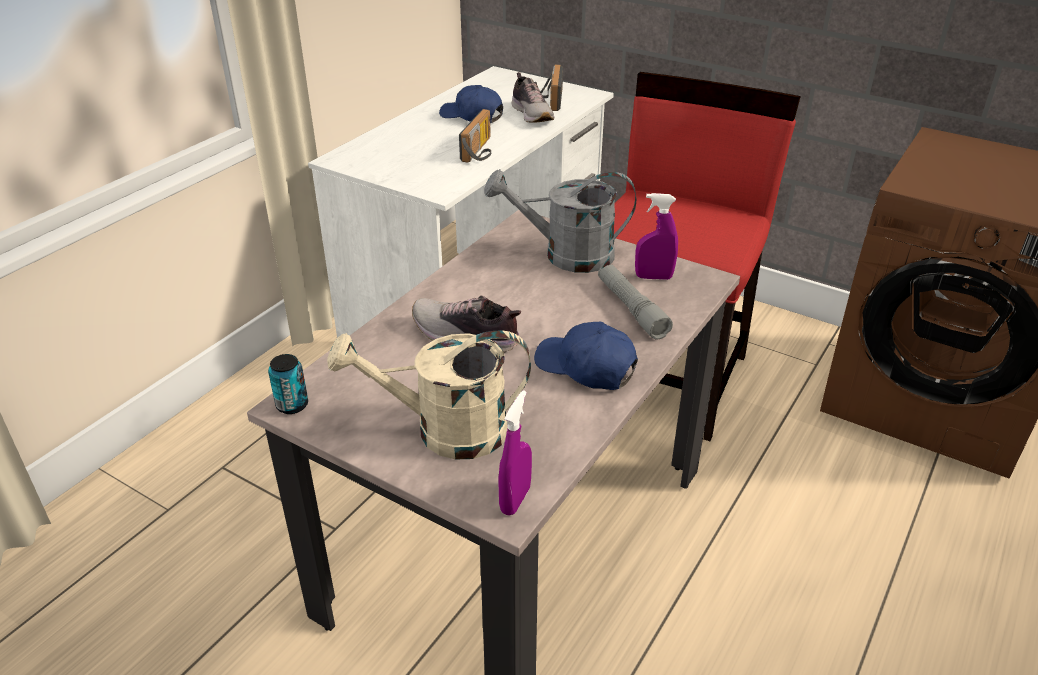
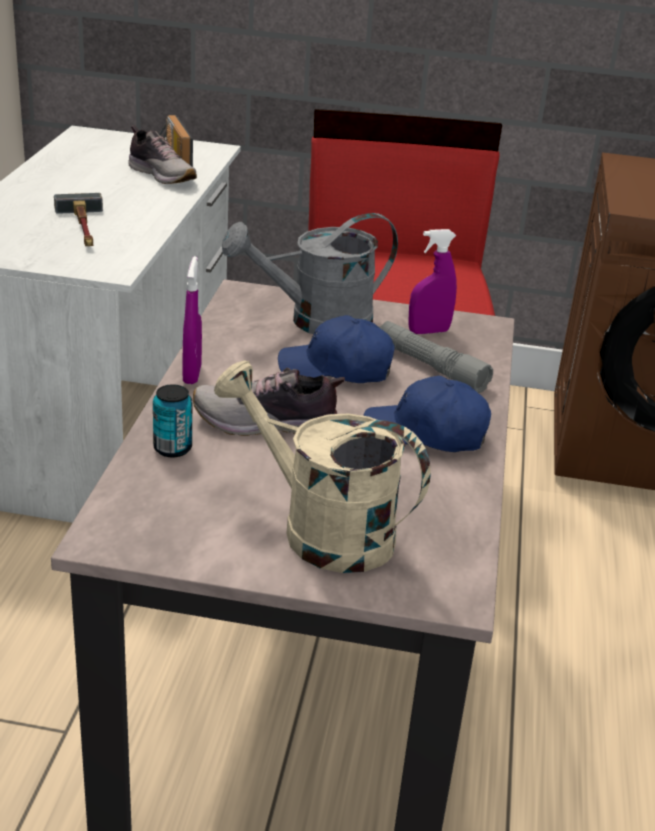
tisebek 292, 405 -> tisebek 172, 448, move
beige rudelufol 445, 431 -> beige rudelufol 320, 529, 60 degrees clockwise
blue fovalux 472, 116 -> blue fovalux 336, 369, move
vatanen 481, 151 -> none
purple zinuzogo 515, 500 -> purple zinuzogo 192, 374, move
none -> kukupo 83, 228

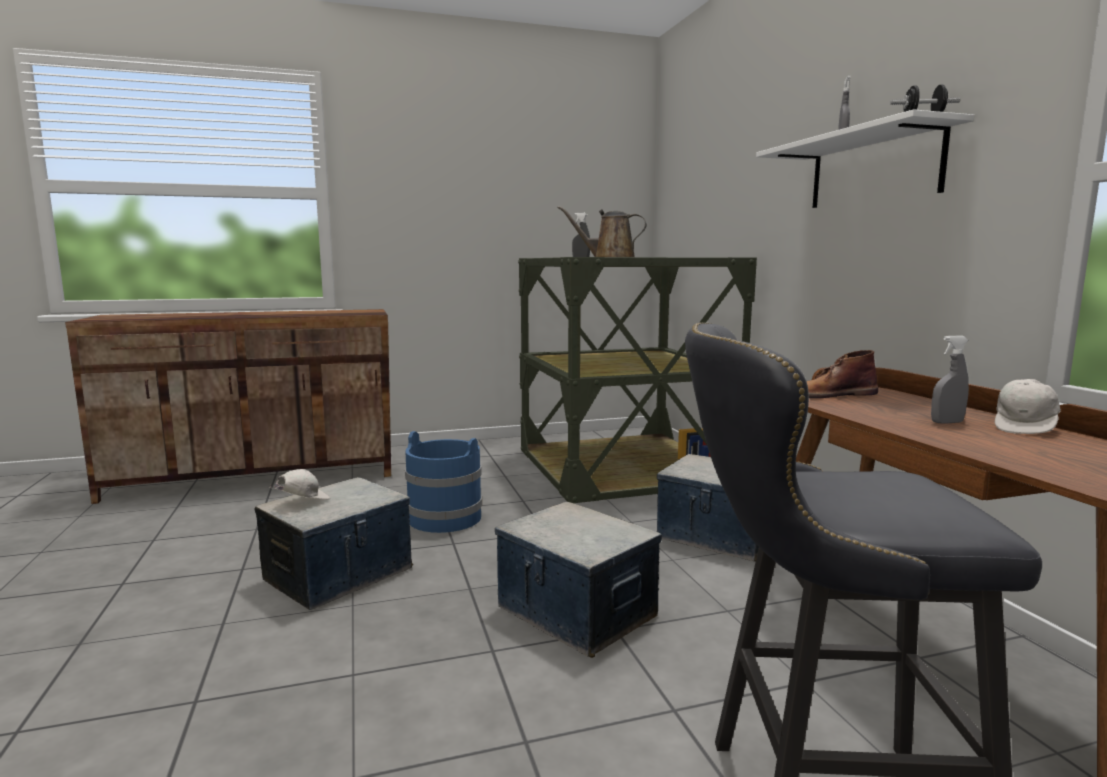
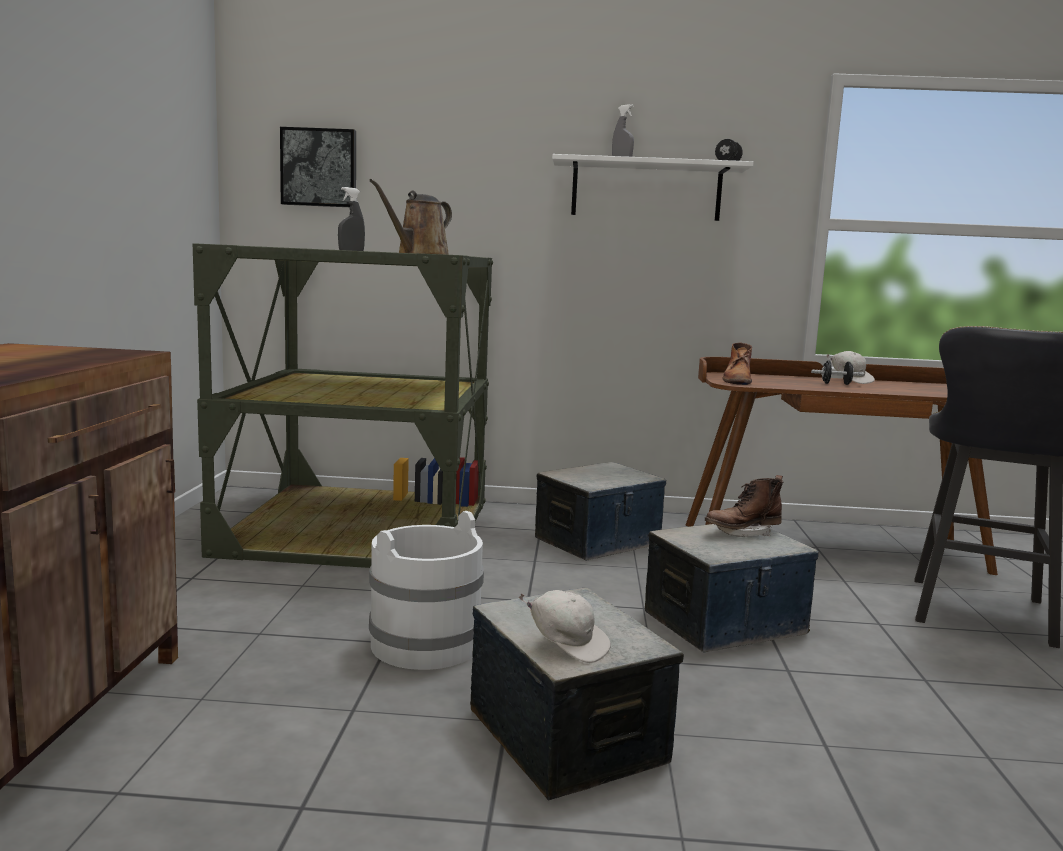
white fovalux 302, 502 -> white fovalux 567, 646, 150 degrees clockwise
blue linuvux 445, 518 -> white linuvux 425, 644
grey zinuzogo 947, 422 -> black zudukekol 836, 384
none -> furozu 319, 168
none -> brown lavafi 742, 533

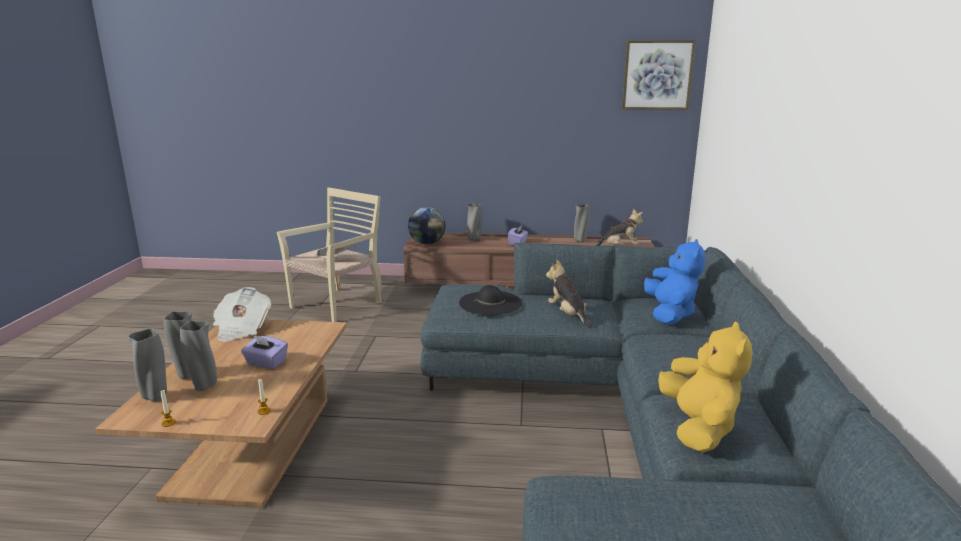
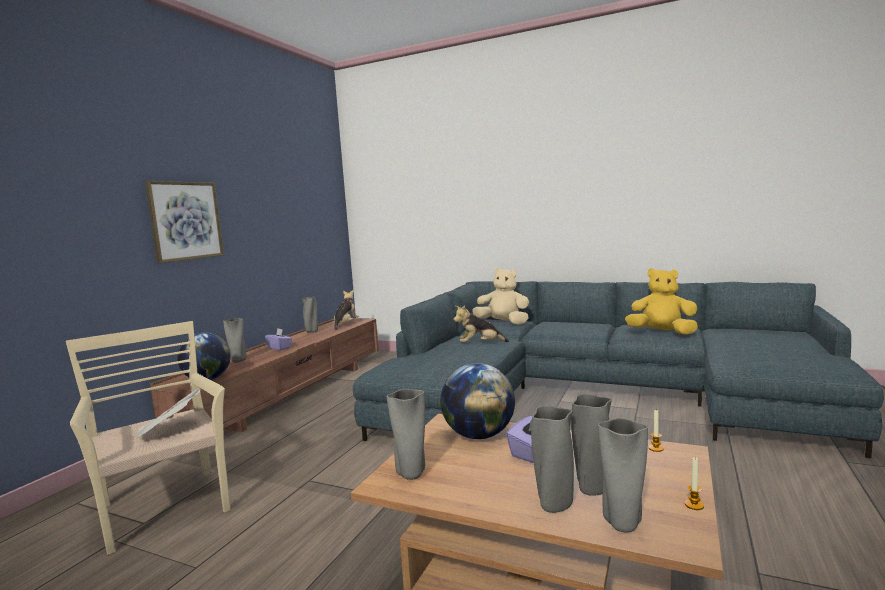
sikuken 241, 329 -> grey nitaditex 411, 474
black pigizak 490, 303 -> none
furozu 657, 75 -> furozu 185, 221, move
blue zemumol 670, 314 -> beige zemumol 503, 323
none -> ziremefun 478, 435

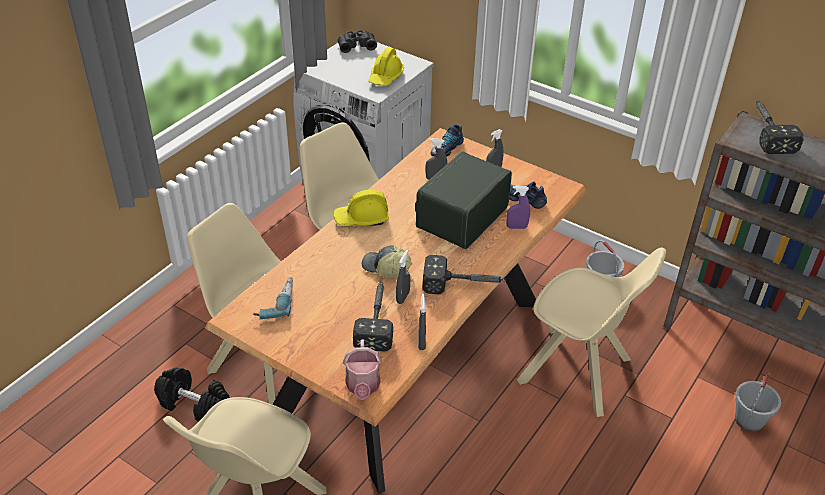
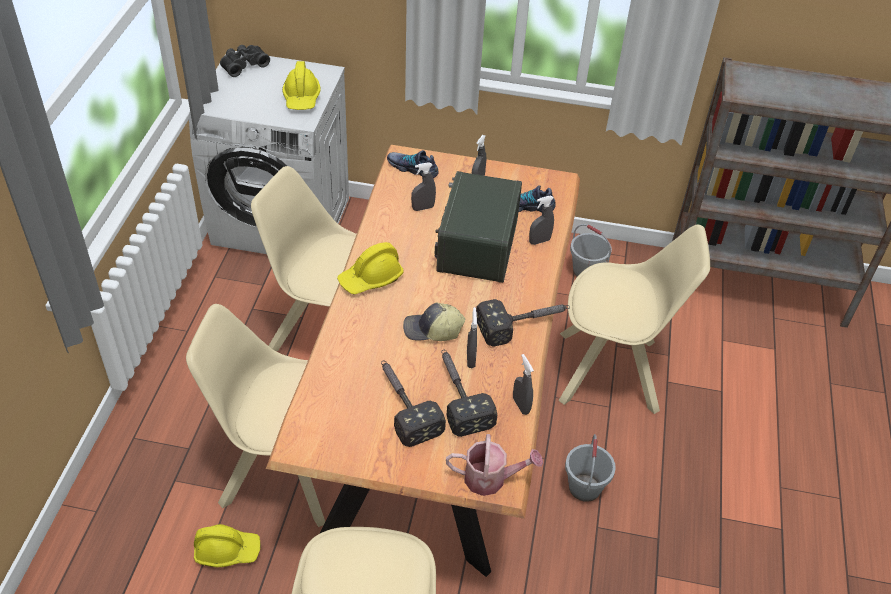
black zudukekol 194, 404 -> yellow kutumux 227, 550
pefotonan 275, 302 -> none
rudelufol 363, 387 -> rudelufol 491, 478, 60 degrees counterclockwise
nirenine 446, 149 -> nirenine 413, 168, 105 degrees clockwise
purple zinuzogo 516, 227 -> grey zinuzogo 539, 241
grey linuvux 748, 420 -> grey linuvux 584, 487, move
kukupo 767, 131 -> kukupo 403, 404, move

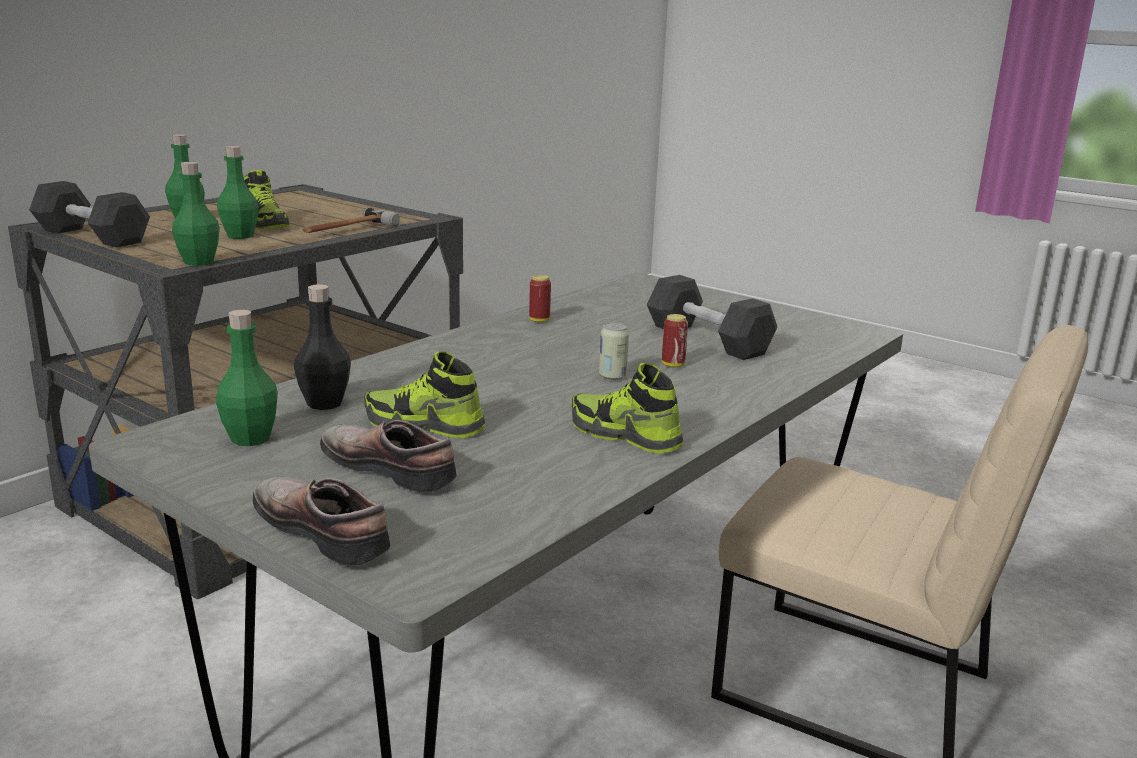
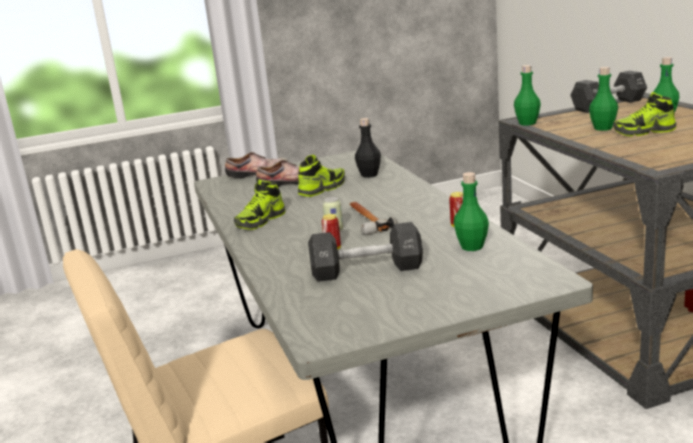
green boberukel 250, 438 -> green boberukel 472, 247, move
kukupo 348, 230 -> kukupo 366, 220, move
nirenine 624, 435 -> nirenine 261, 221, 150 degrees clockwise

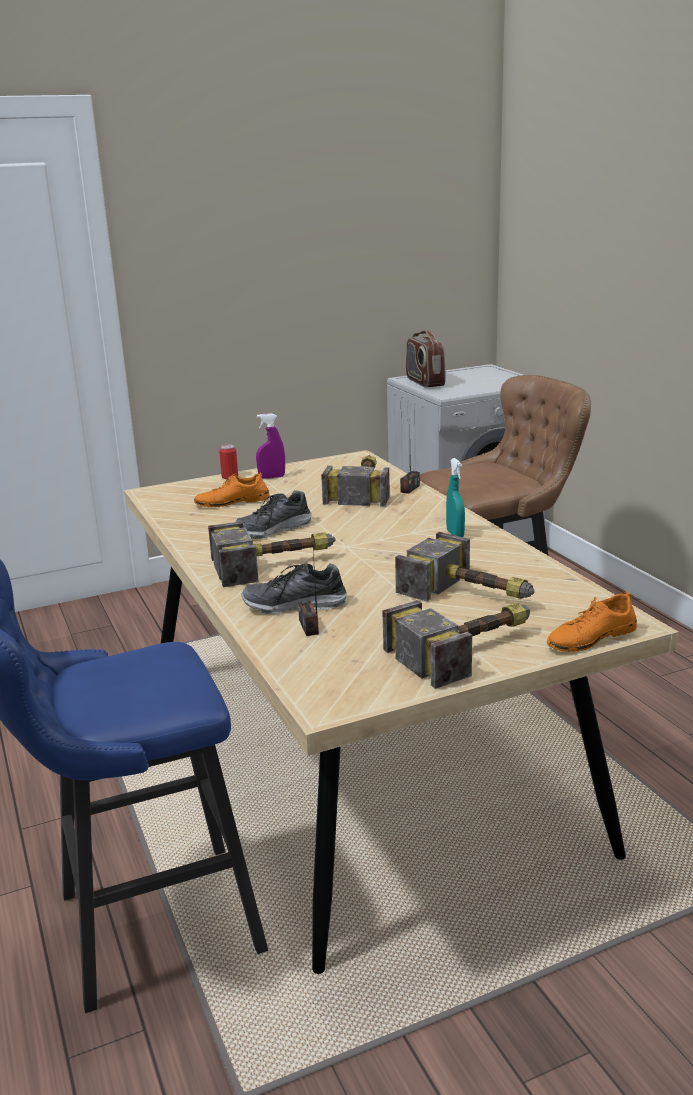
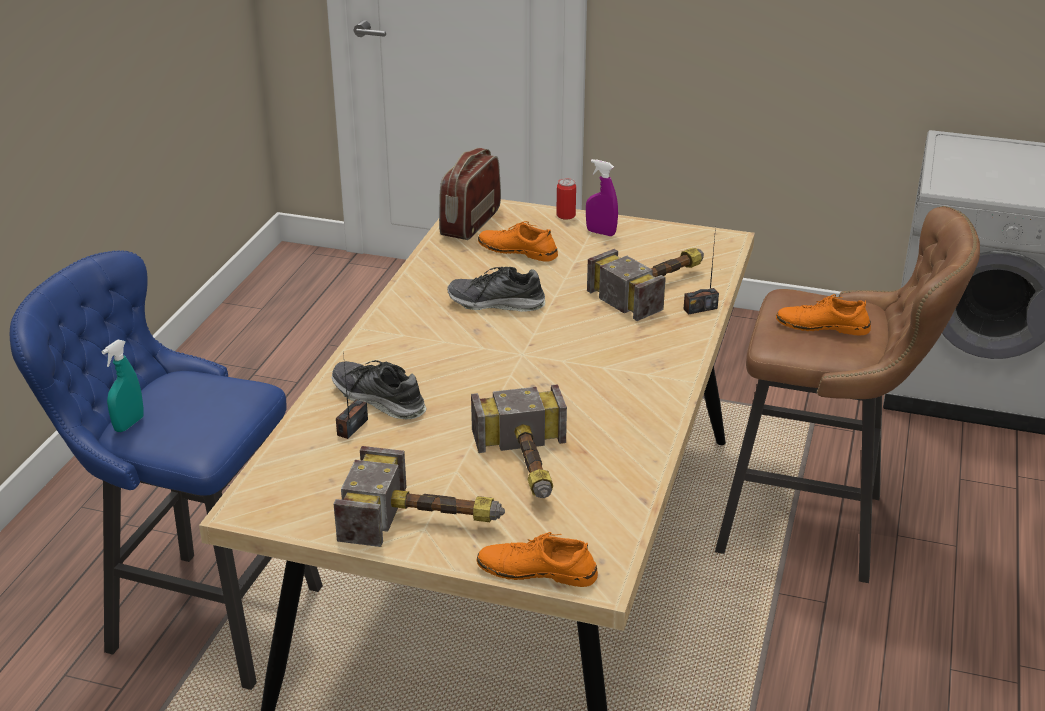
kukupo 277, 564 -> none
vatanen 424, 382 -> vatanen 470, 222, move
turquoise zinuzogo 455, 534 -> turquoise zinuzogo 129, 424, move
none -> orange nirenine 822, 326

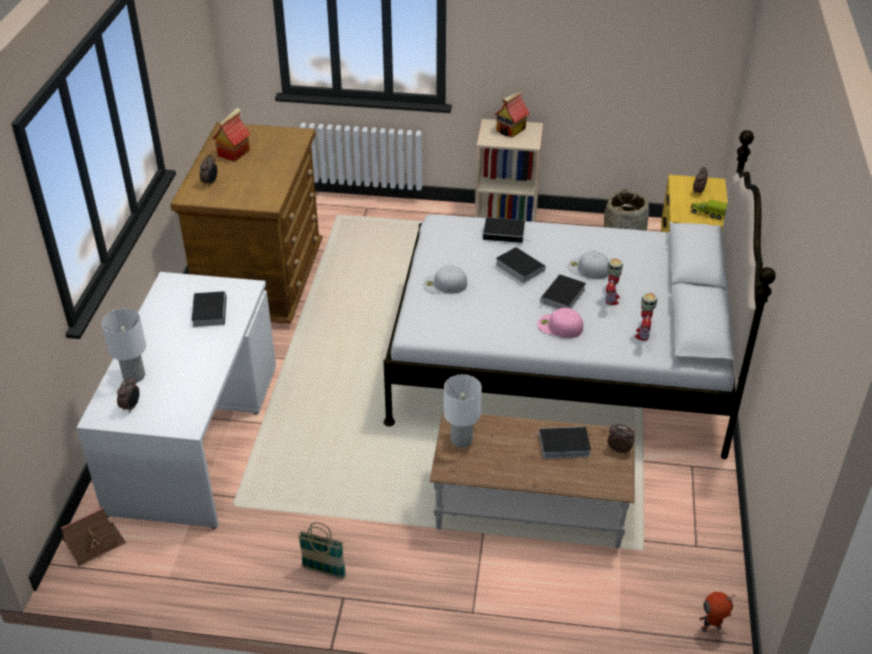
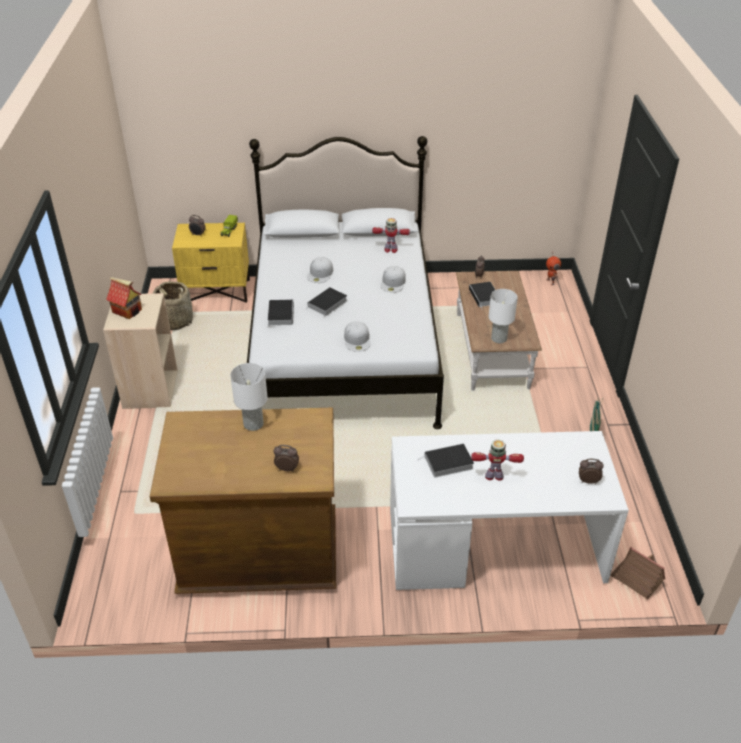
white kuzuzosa 133, 376 -> white kuzuzosa 253, 424, move
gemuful 233, 152 -> none
pink fovalux 559, 326 -> white fovalux 393, 283
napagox 562, 297 -> none
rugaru 611, 299 -> rugaru 494, 476, move

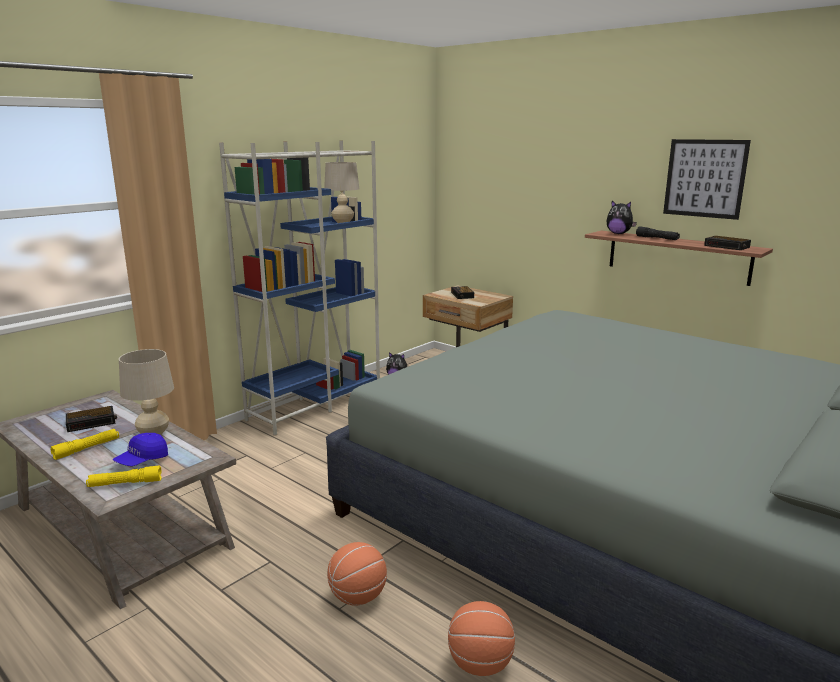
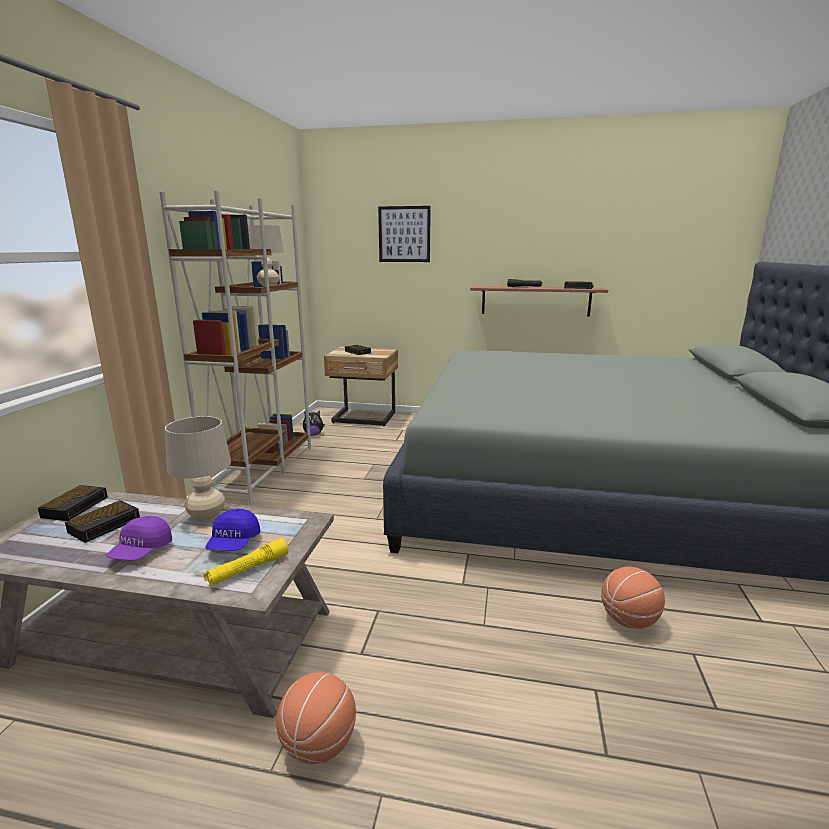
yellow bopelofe 87, 449 -> purple fovalux 141, 551
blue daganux 316, 405 -> brown daganux 263, 470
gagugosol 357, 597 -> gagugosol 318, 745, move
zemumol 618, 233 -> none
furozu 705, 178 -> furozu 404, 234, move
none -> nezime 76, 506

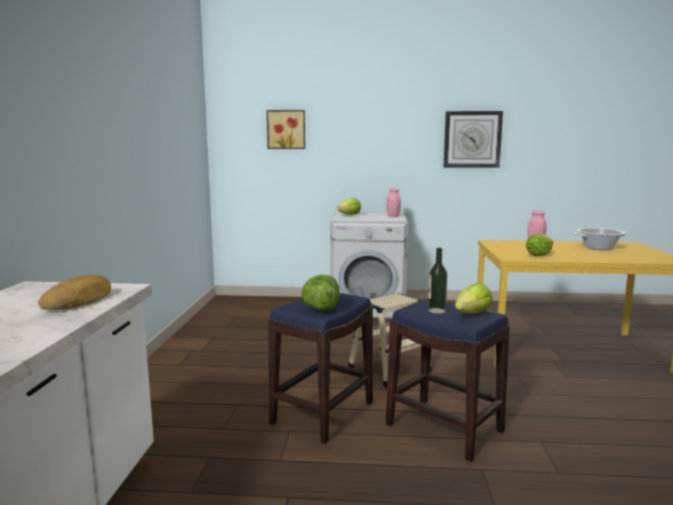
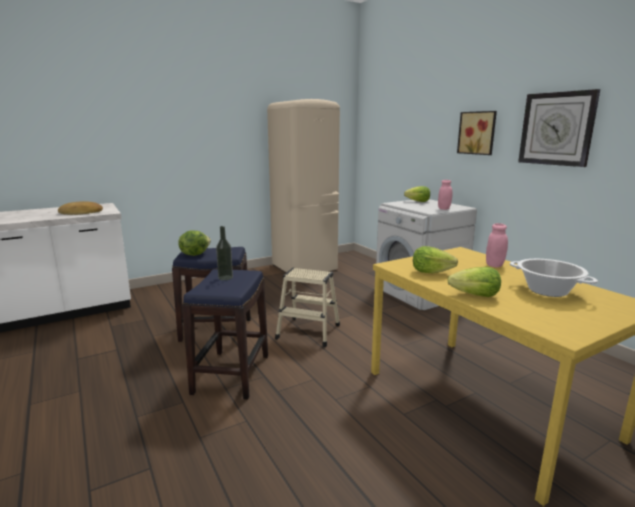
furozu 286, 129 -> furozu 477, 133, move
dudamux 472, 314 -> dudamux 475, 295, move
none -> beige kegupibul 306, 267

